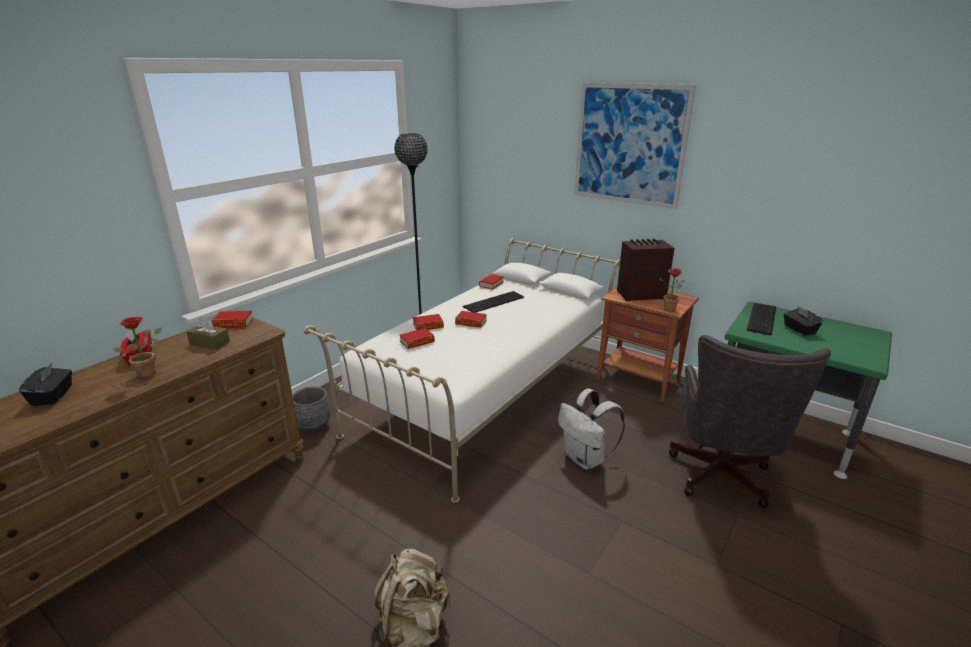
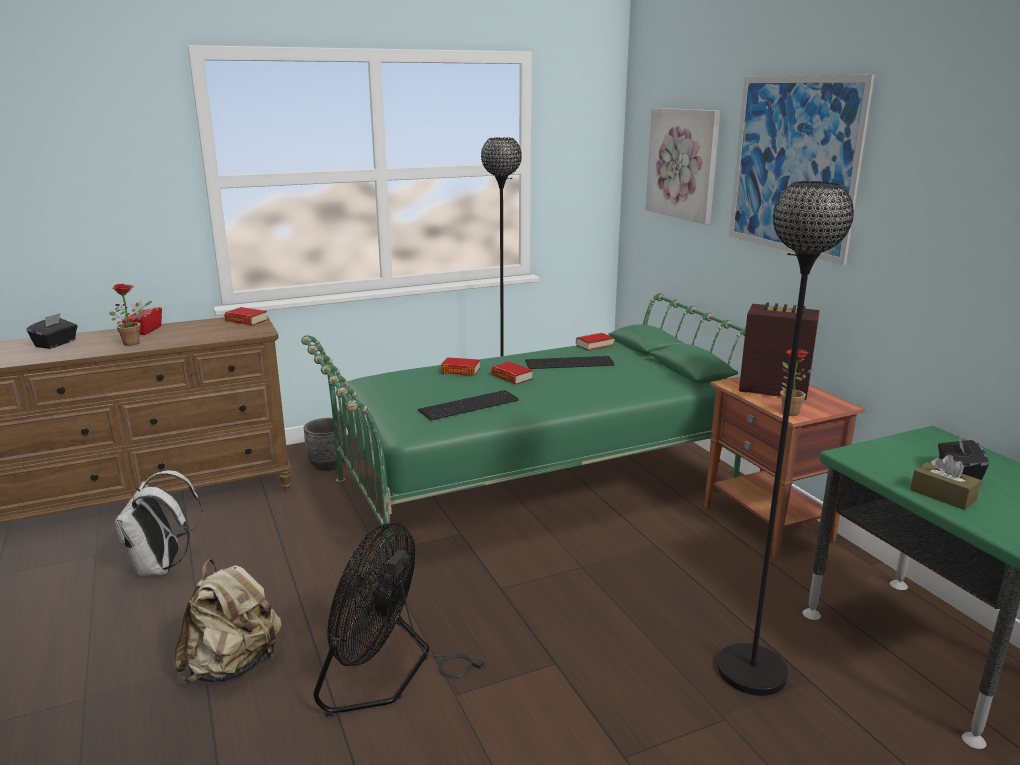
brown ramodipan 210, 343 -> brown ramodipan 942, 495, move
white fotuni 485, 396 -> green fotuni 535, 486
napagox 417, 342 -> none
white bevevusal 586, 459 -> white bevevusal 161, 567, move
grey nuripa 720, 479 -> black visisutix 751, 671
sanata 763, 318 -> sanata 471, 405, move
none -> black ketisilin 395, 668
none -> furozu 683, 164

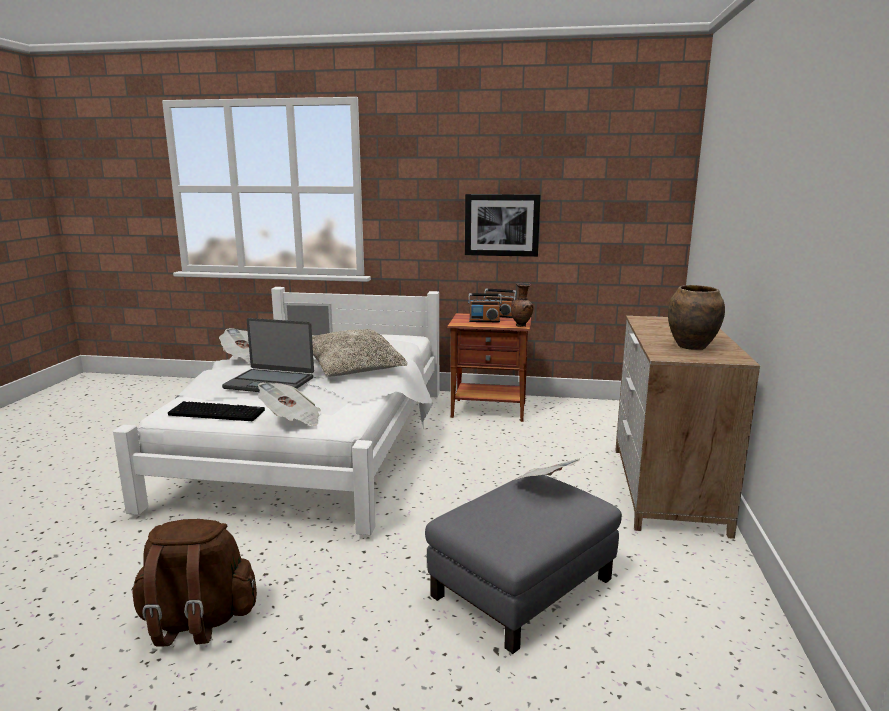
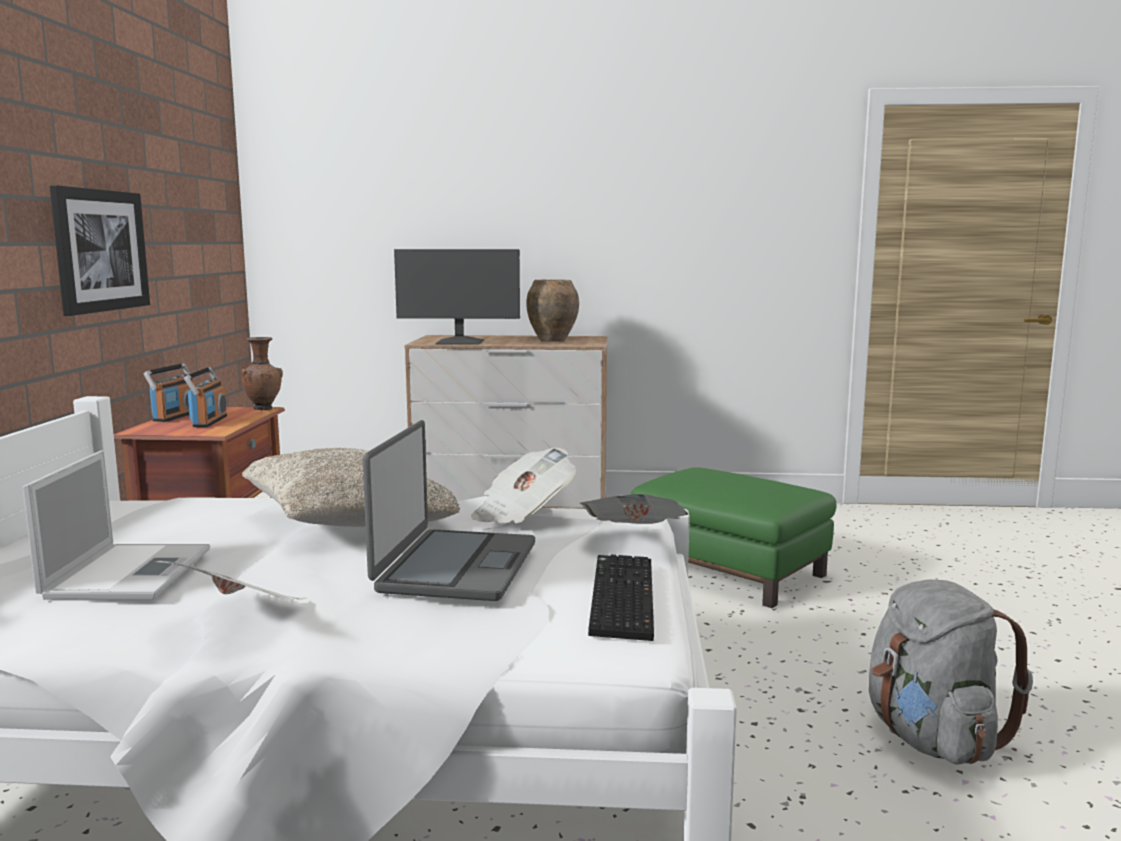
brown bevevusal 197, 621 -> grey bevevusal 931, 739
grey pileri 523, 588 -> green pileri 729, 571
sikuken 546, 486 -> sikuken 522, 513, move
none -> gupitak 460, 342

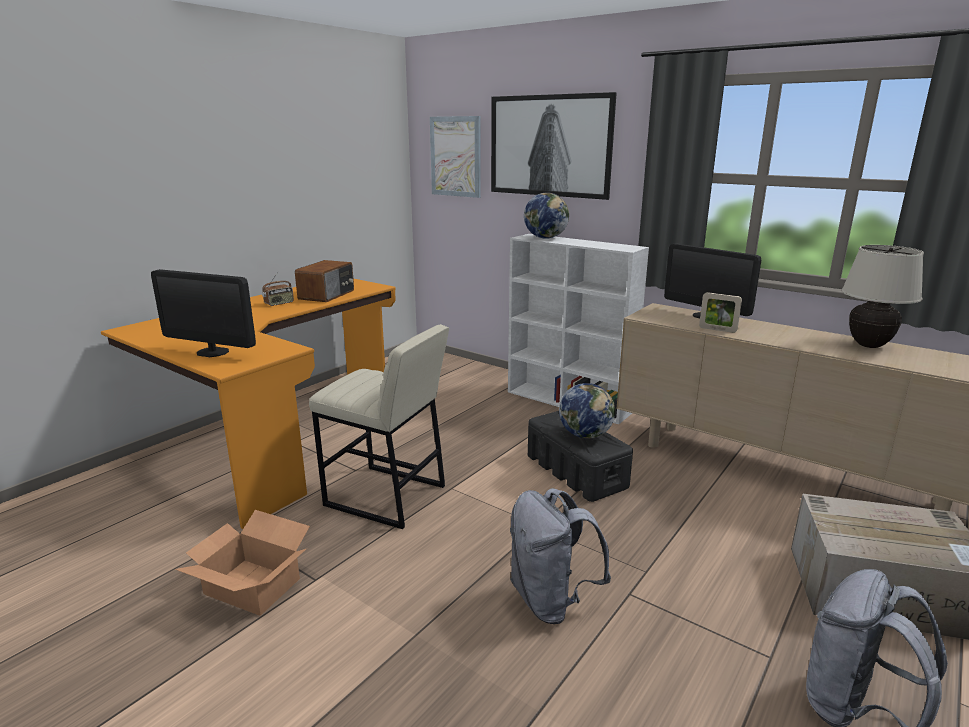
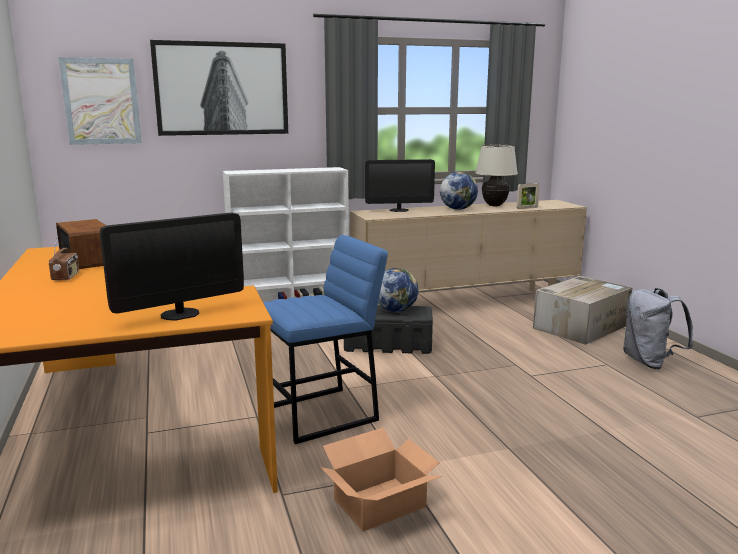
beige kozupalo 388, 496 -> blue kozupalo 323, 413
grey bevevusal 551, 601 -> none
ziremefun 545, 238 -> ziremefun 458, 209, move
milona 717, 329 -> milona 527, 208, move

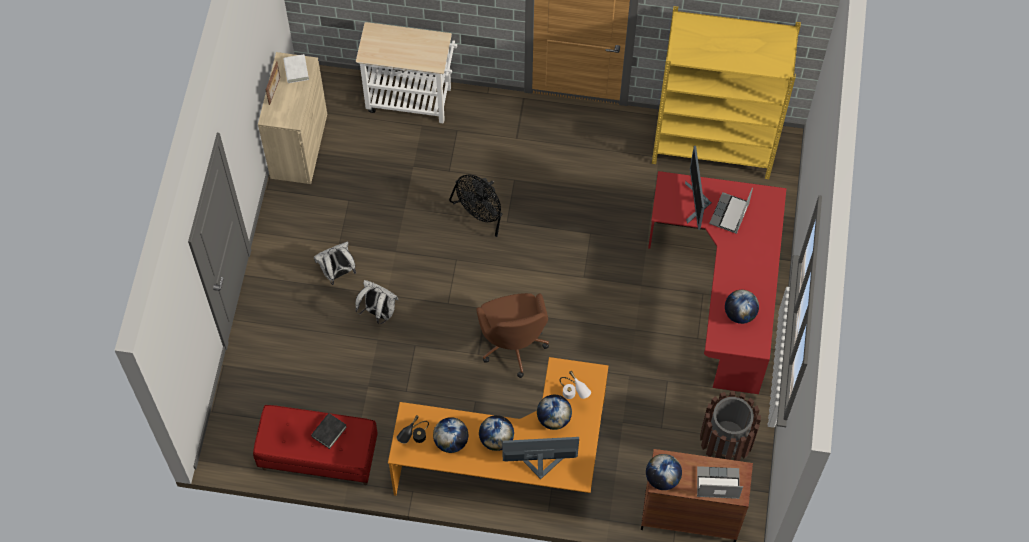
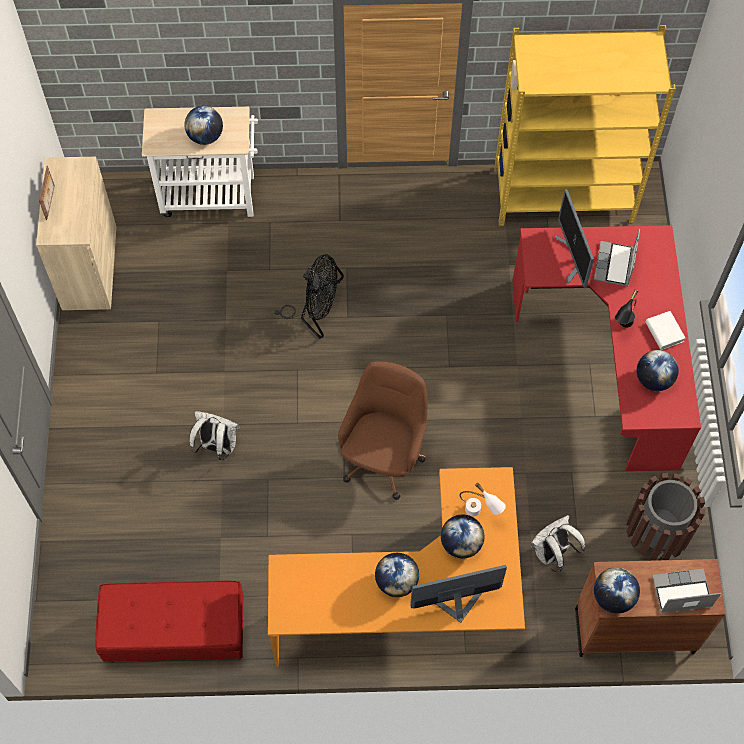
white napagox 296, 70 -> white napagox 664, 332, move
black napagox 329, 432 -> none
white bevevusal 338, 273 -> white bevevusal 552, 553, move
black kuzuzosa 415, 441 -> black kuzuzosa 622, 326, move
ziremefun 451, 441 -> ziremefun 205, 136, move
black ketisilin 481, 210 -> black ketisilin 315, 308, 105 degrees counterclockwise
brown nuripa 513, 344 -> brown nuripa 383, 458, 135 degrees counterclockwise

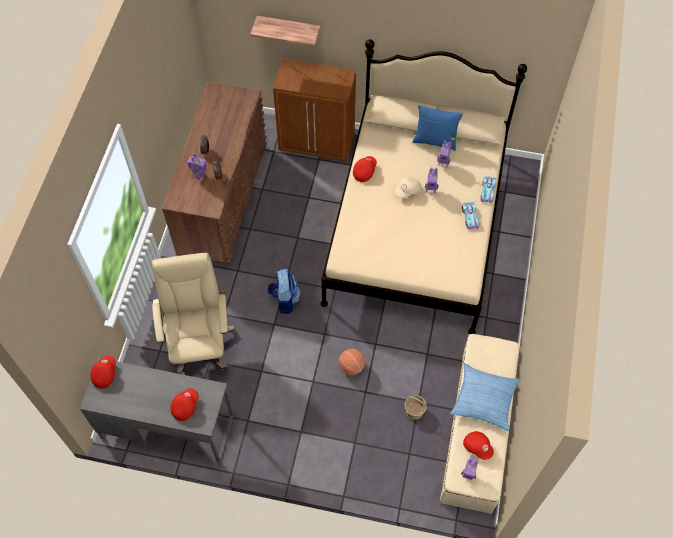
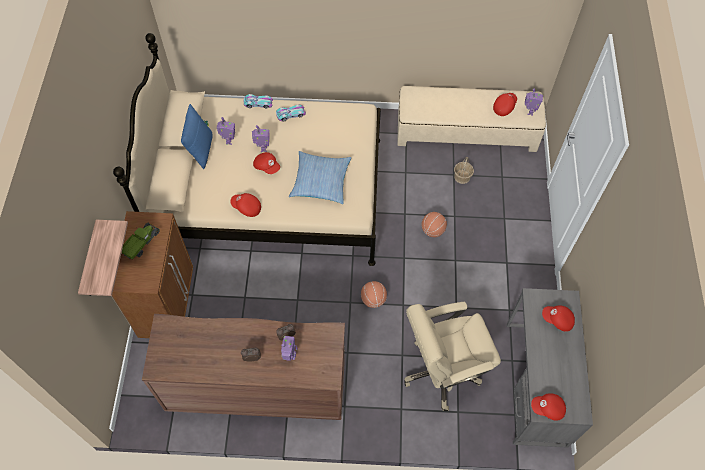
bevevusal 284, 299 -> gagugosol 373, 300
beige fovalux 408, 191 -> red fovalux 267, 166
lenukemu 484, 399 -> lenukemu 320, 181, move
none -> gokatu 141, 244

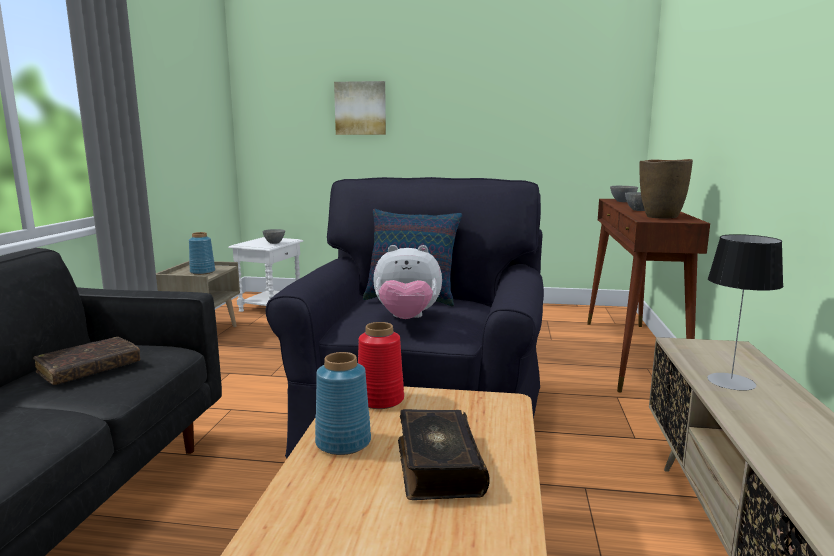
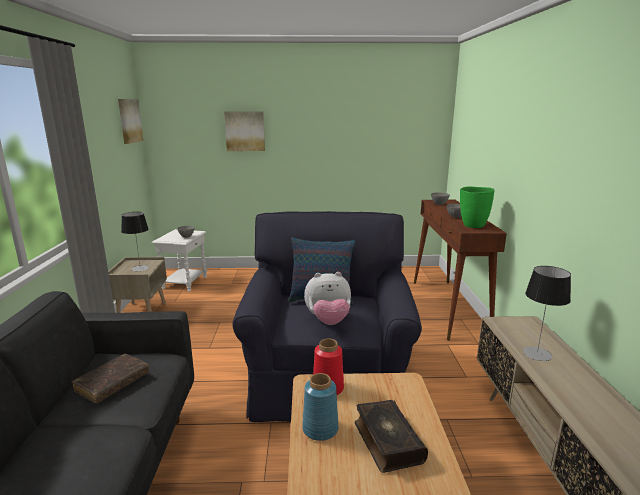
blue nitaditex 202, 272 -> kuzuzosa 140, 268
brown nitaditex 660, 217 -> green nitaditex 473, 225
none -> furozu 129, 121

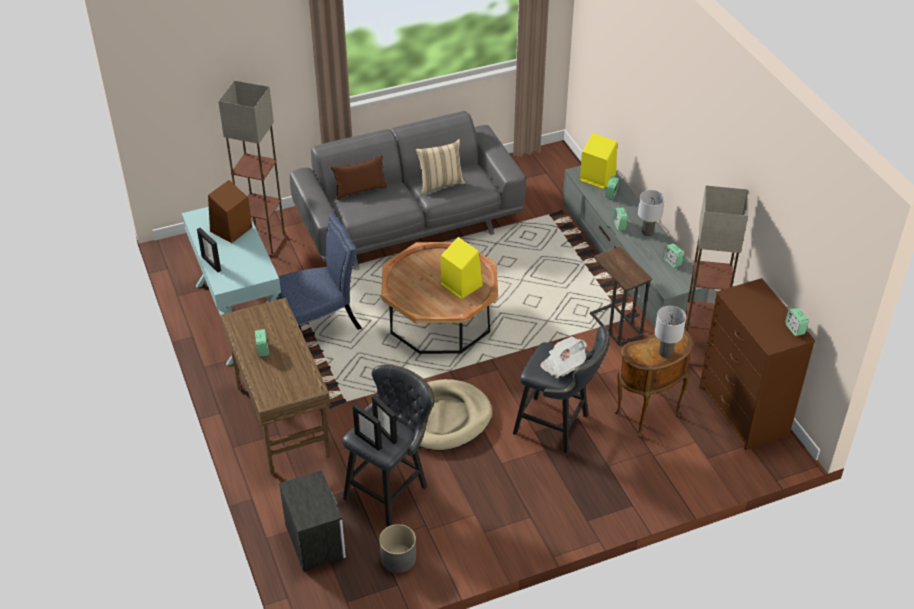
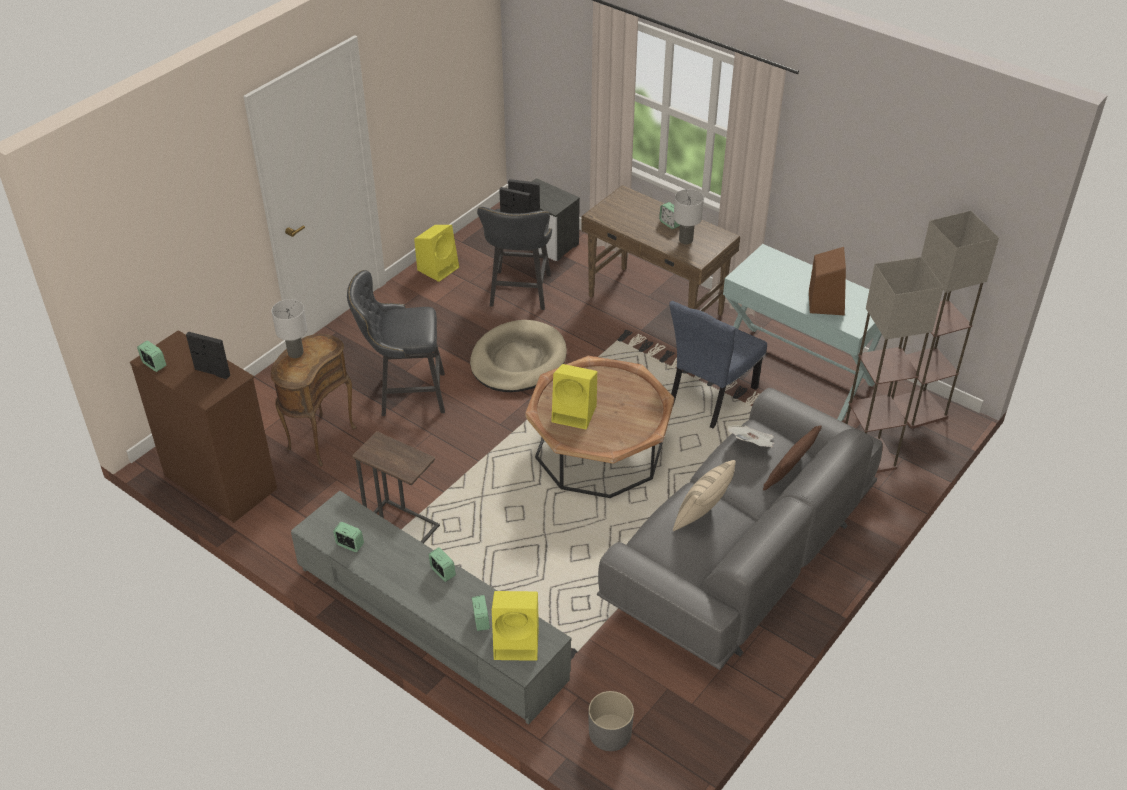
milona 212, 263 -> milona 212, 372, move
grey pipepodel 398, 558 -> grey pipepodel 609, 733, move
sikuken 562, 365 -> sikuken 751, 445, move
white kuzuzosa 647, 232 -> white kuzuzosa 686, 241, move
visisutix 699, 353 -> visisutix 916, 409, move
none -> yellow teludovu 438, 268

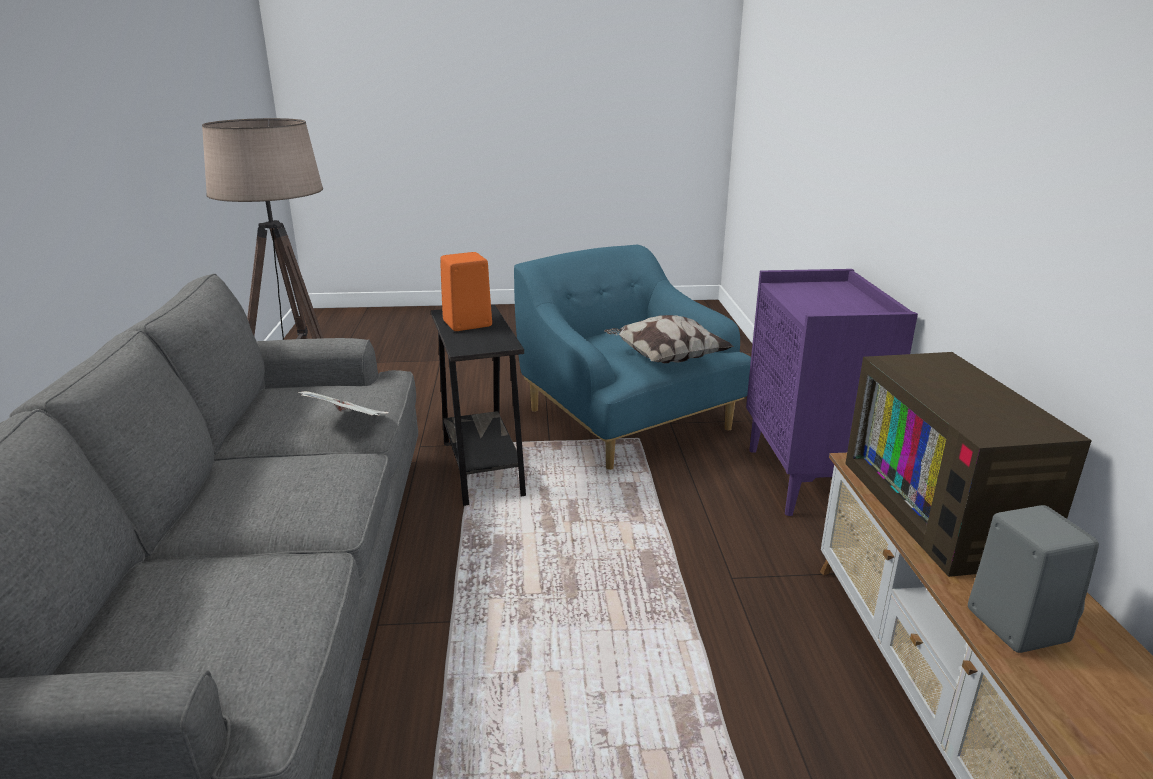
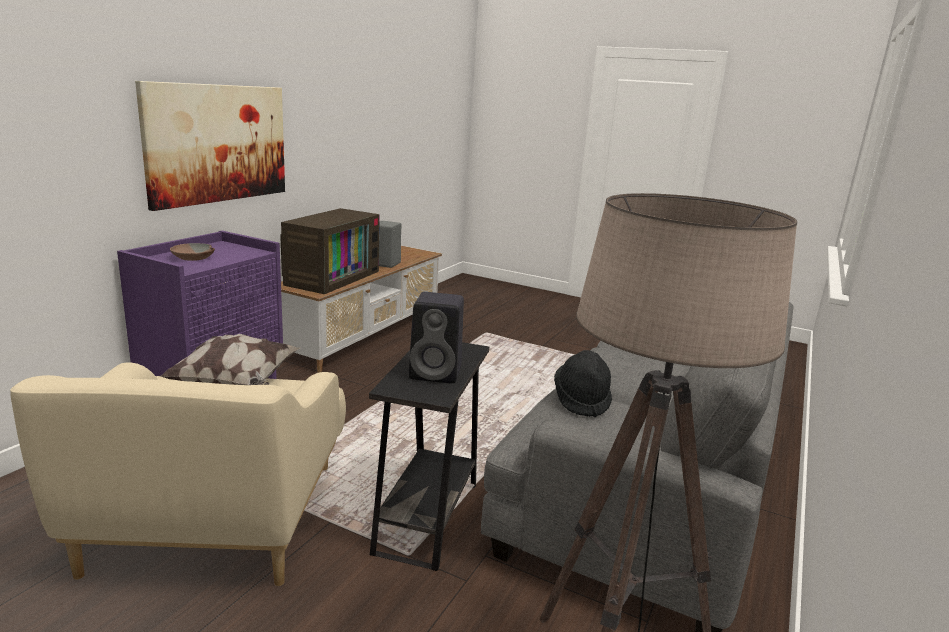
sikuken 348, 424 -> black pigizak 581, 400
orange teludovu 466, 324 -> black teludovu 437, 373
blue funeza 626, 419 -> beige funeza 215, 516
none -> furozu 218, 143
none -> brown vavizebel 193, 258

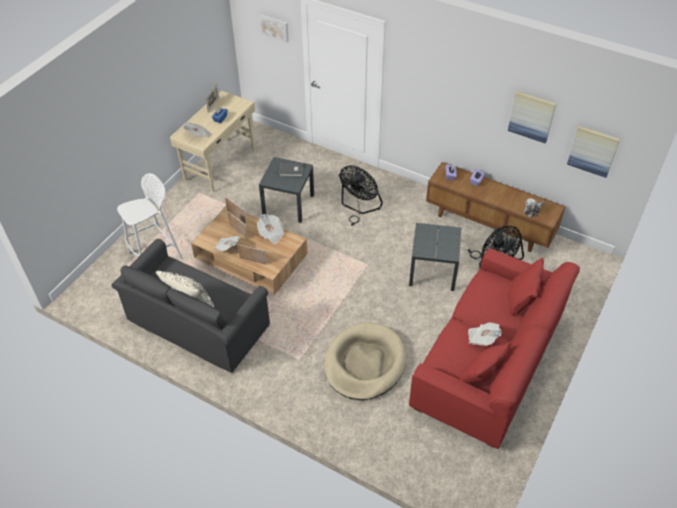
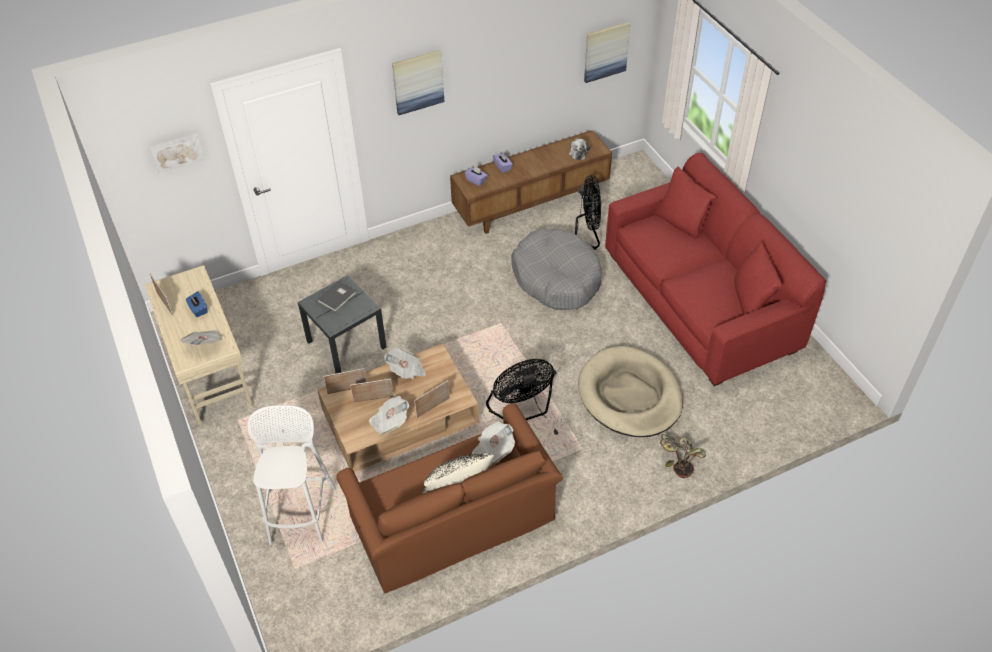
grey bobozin 198, 323 -> brown bobozin 452, 519
black ketisilin 357, 206 -> black ketisilin 528, 411, move
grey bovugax 433, 272 -> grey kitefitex 556, 278
sikuken 482, 338 -> sikuken 493, 450, move
furozu 531, 116 -> furozu 418, 82, move
none -> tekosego 679, 459

